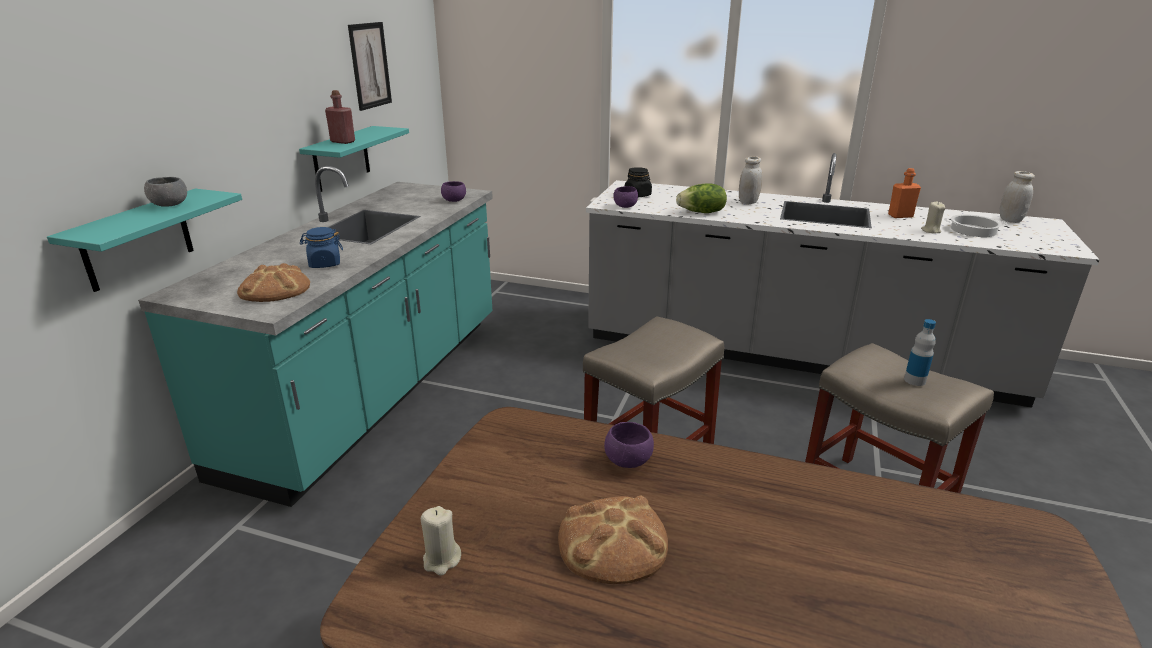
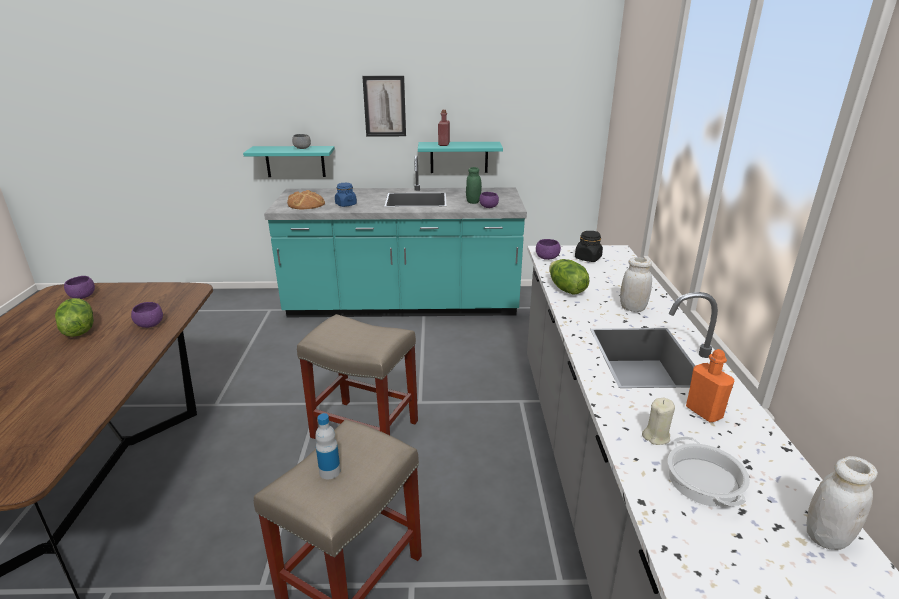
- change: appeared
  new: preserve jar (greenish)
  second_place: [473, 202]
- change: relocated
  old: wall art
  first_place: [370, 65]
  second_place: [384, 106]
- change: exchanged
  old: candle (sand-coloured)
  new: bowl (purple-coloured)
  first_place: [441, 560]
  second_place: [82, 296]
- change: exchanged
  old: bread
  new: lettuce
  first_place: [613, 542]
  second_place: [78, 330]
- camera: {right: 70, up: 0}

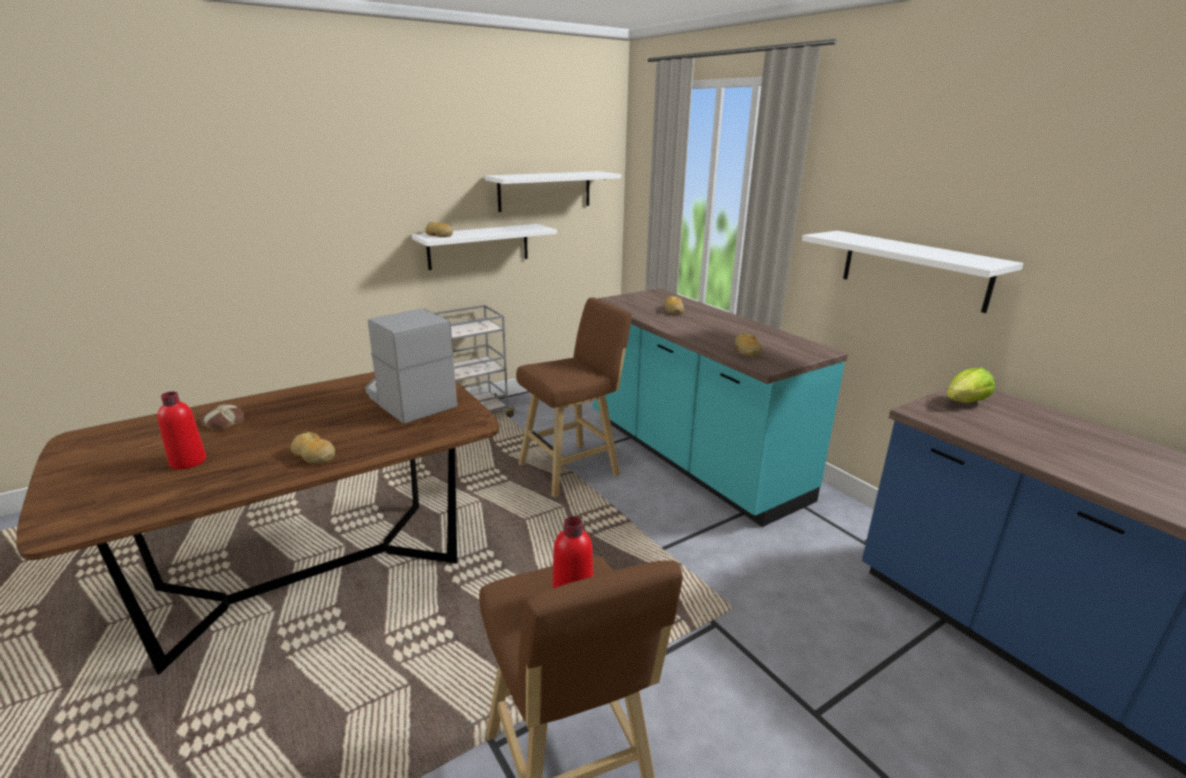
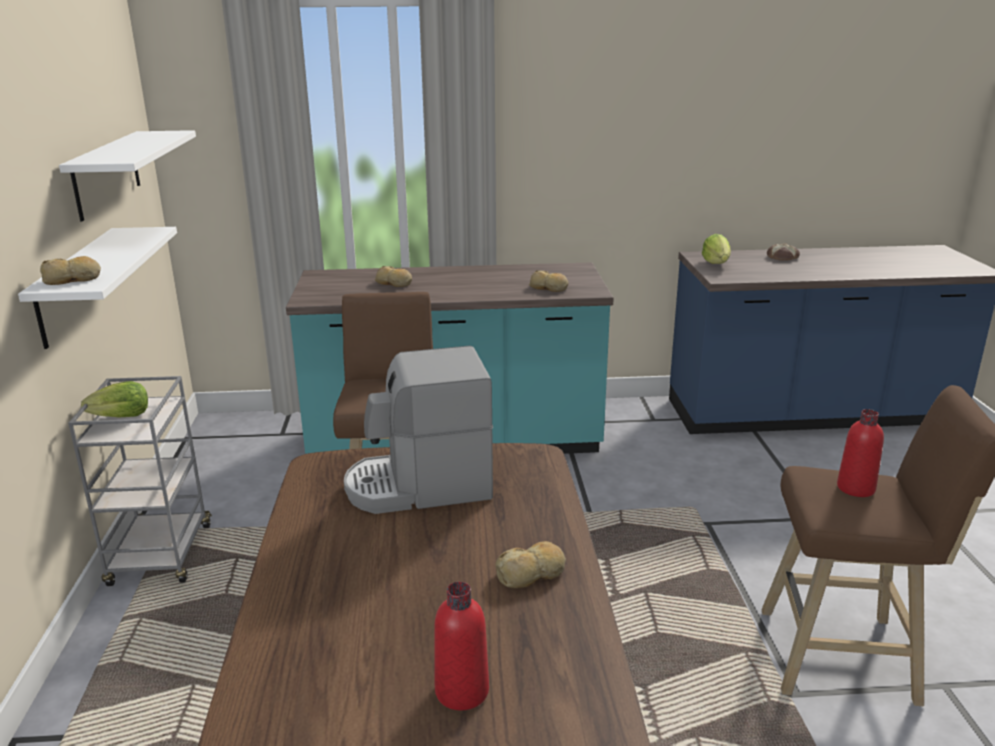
- change: missing
  old: wall shelf (whitish)
  first_place: [914, 269]
- change: appeared
  new: lettuce
  second_place: [122, 417]
- change: relocated
  old: bread
  first_place: [223, 423]
  second_place: [783, 257]
- camera: {right: -60, up: 0}

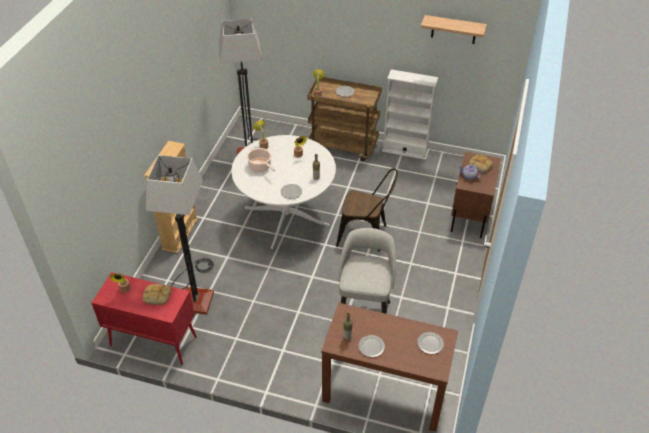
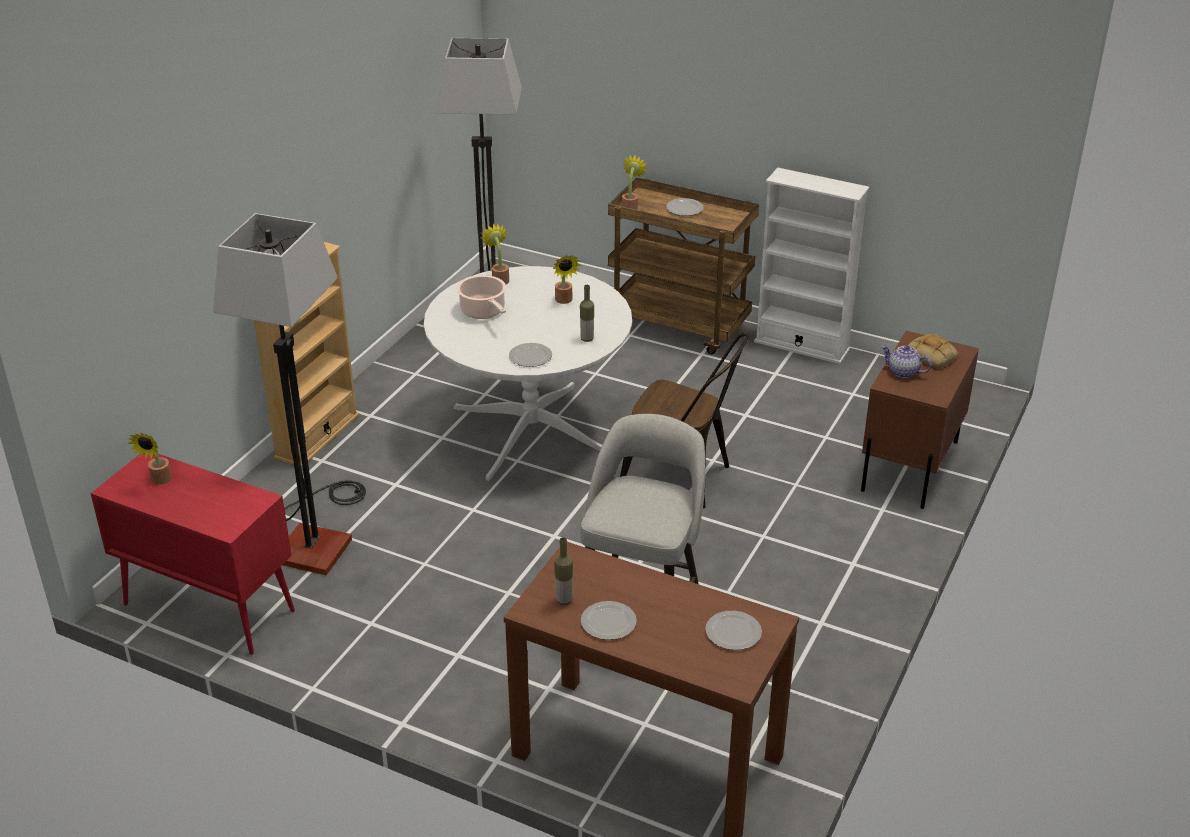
- change: missing
  old: bread
  first_place: [156, 296]
- change: missing
  old: wall shelf
  first_place: [454, 29]
- camera: {right: 10, up: -10}

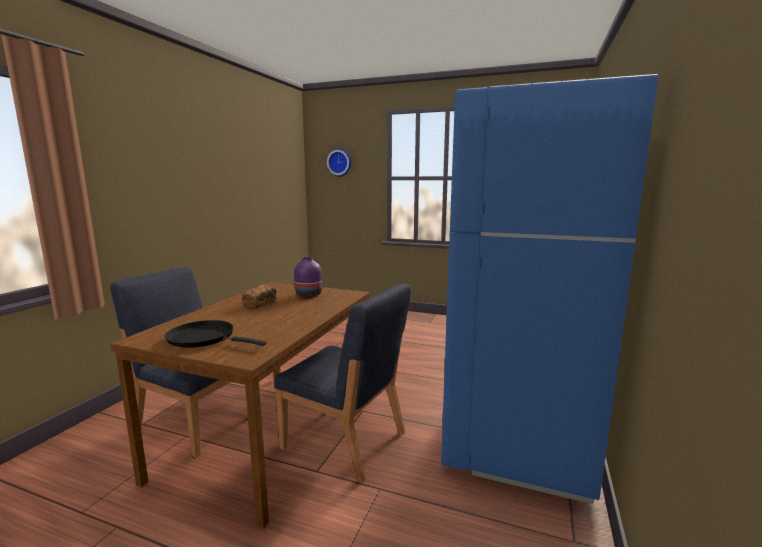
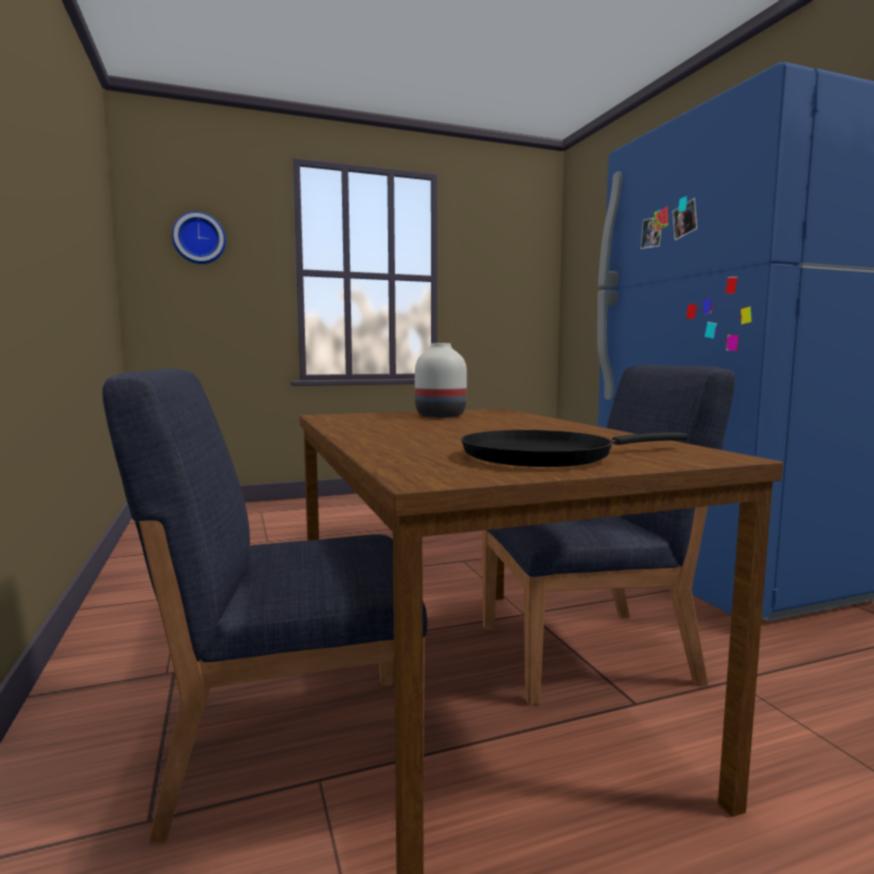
- change: missing
  old: bread
  first_place: [260, 303]
- change: colour
  old: decorative vase (purple-coloured)
  new: decorative vase (whitish)
  first_place: [308, 295]
  second_place: [441, 416]
- camera: {right: -40, up: -5}

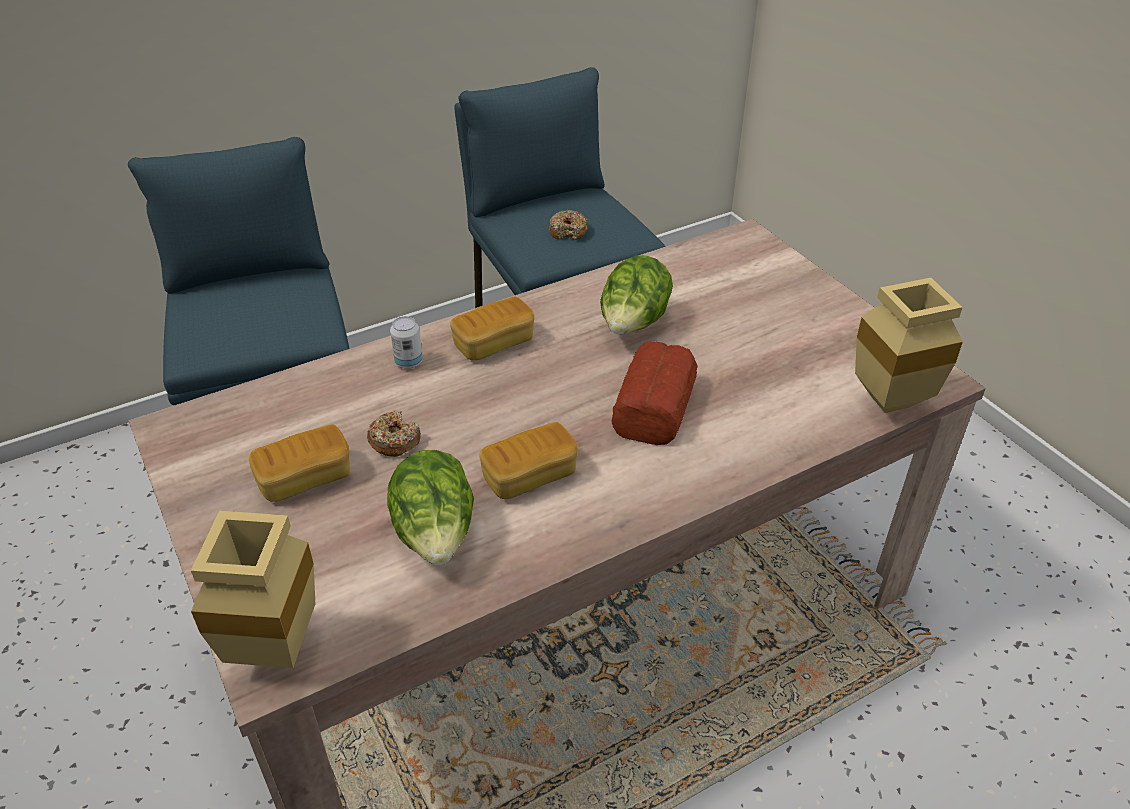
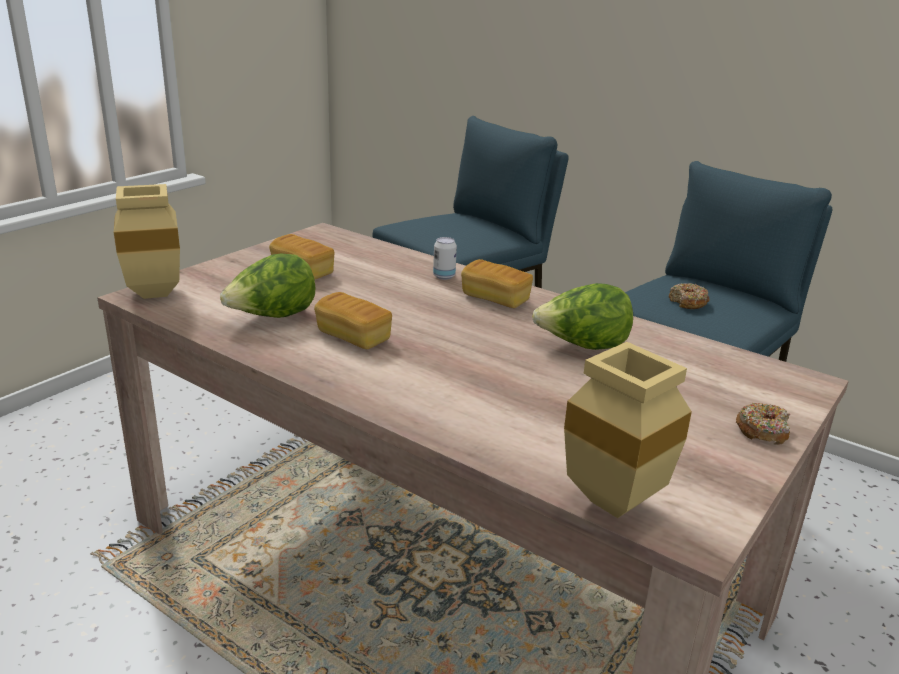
- change: missing
  old: bread
  first_place: [653, 406]
- change: relocated
  old: donut
  first_place: [394, 441]
  second_place: [762, 431]
- camera: {right: 65, up: -15}

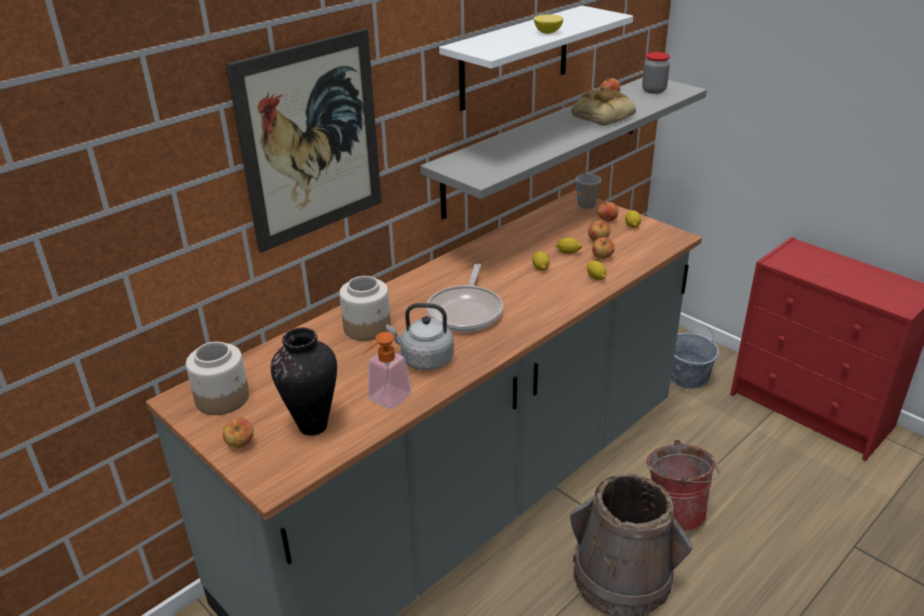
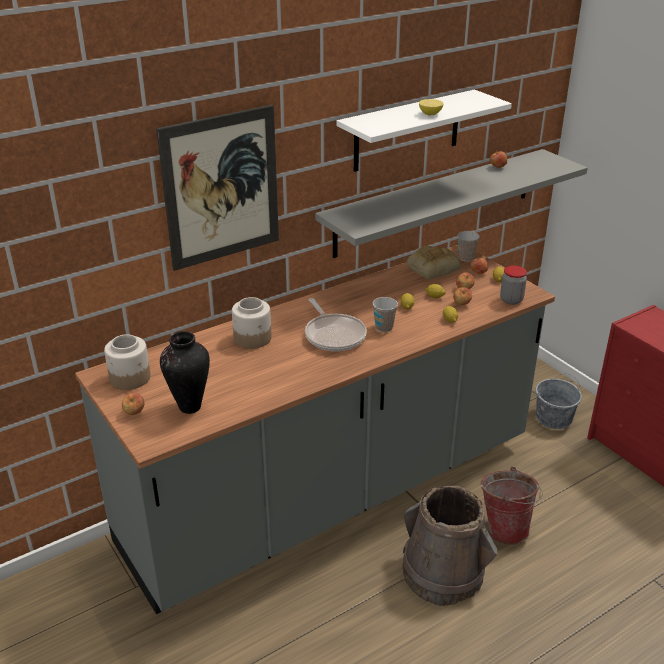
- change: missing
  old: liquid soap bottle
  first_place: [385, 401]
- change: missing
  old: tea kettle (gray)
  first_place: [424, 359]
- change: appeared
  new: cup
  second_place: [384, 328]
- change: relocated
  old: bread
  first_place: [602, 115]
  second_place: [433, 267]
- change: relocated
  old: preserve jar
  first_place: [654, 90]
  second_place: [511, 300]
- change: spun
  old: frying pan
  first_place: [466, 311]
  second_place: [334, 335]
  degrees: -45
- camera: {right: 10, up: 0}

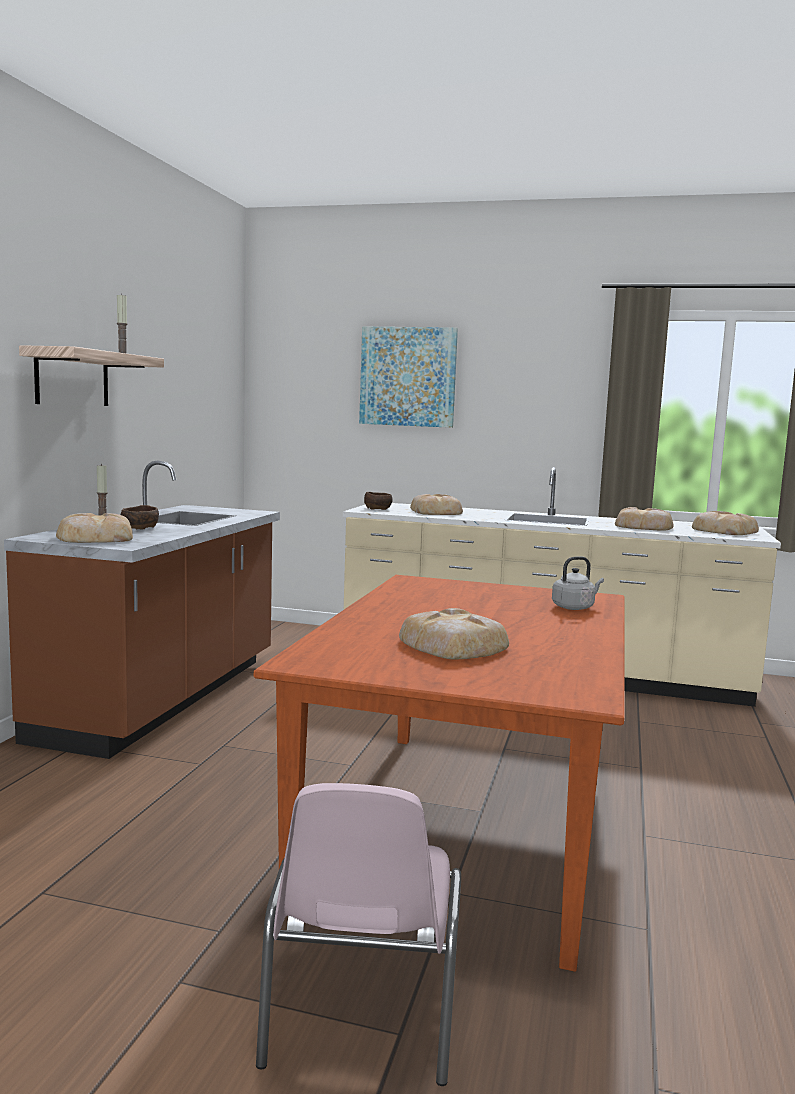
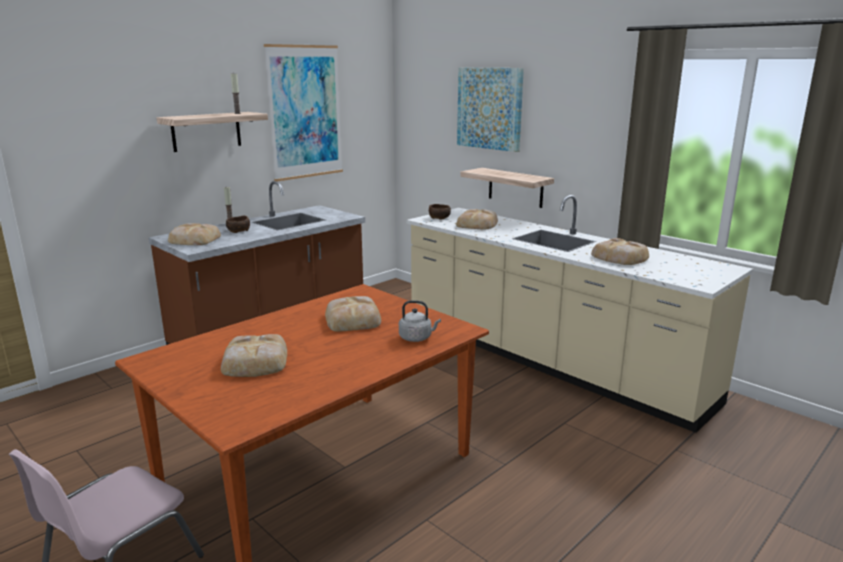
- change: appeared
  new: wall art
  second_place: [305, 112]
- change: appeared
  new: wall shelf
  second_place: [515, 187]
- change: relocated
  old: bread
  first_place: [723, 531]
  second_place: [353, 319]
- camera: {right: 30, up: 10}

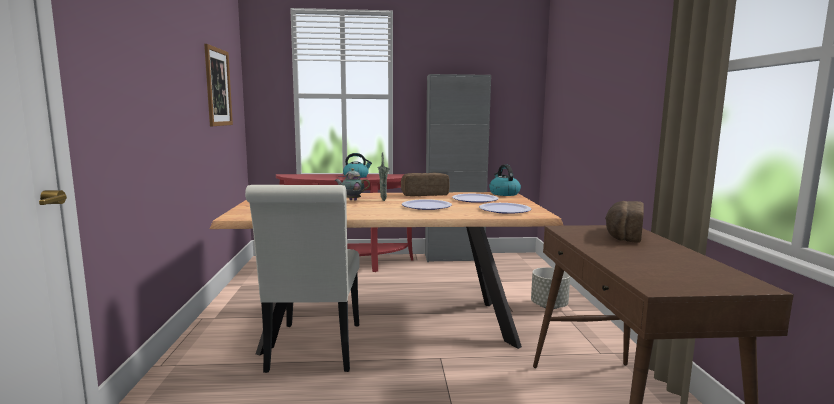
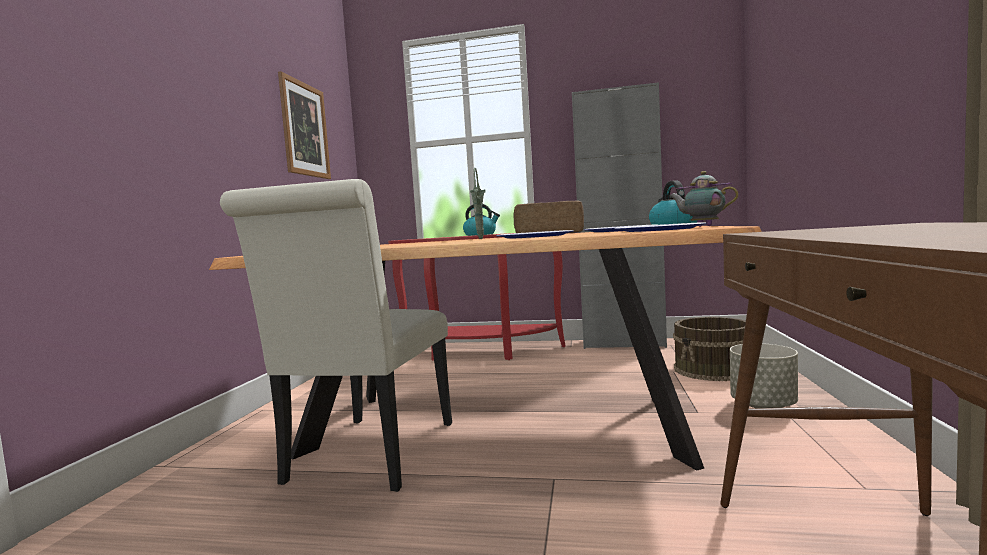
- change: missing
  old: bread
  first_place: [622, 235]
- change: appeared
  new: pail (brown-coloured)
  second_place: [714, 370]
- change: relocated
  old: teapot
  first_place: [352, 200]
  second_place: [702, 226]
- camera: {right: 15, up: -5}

